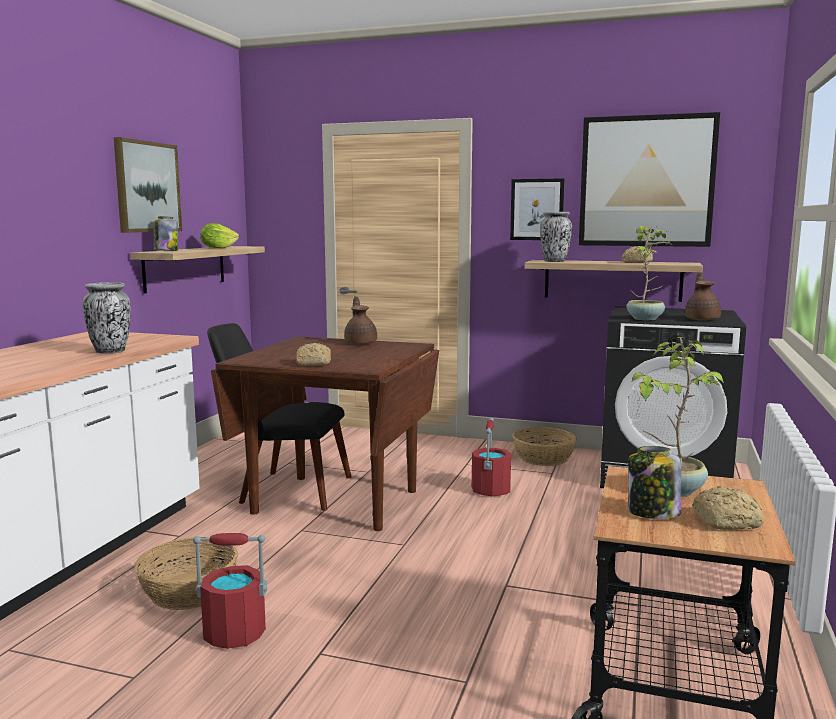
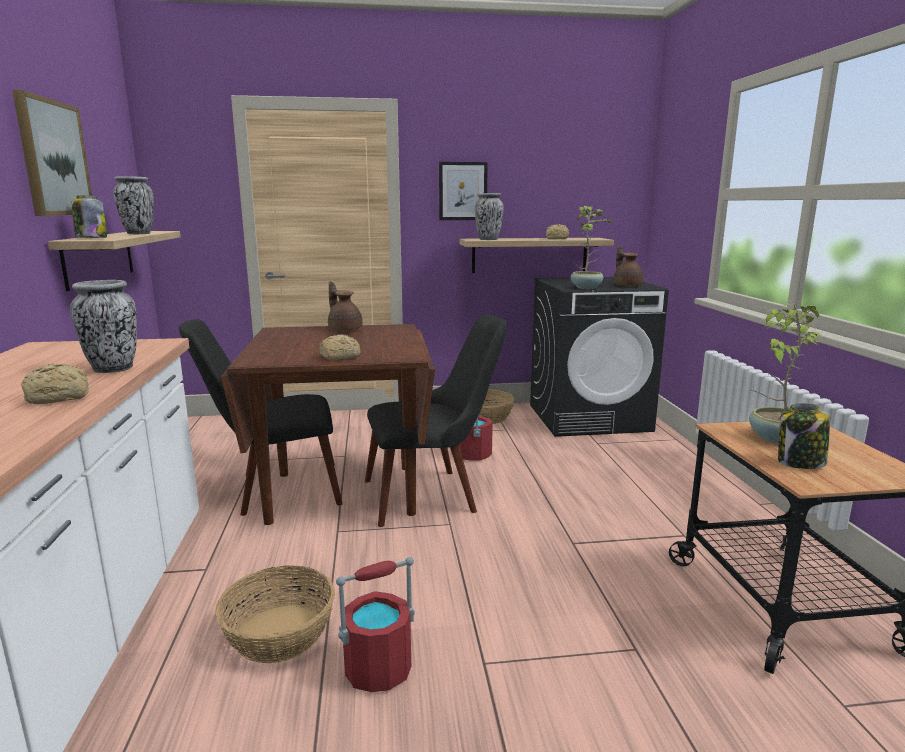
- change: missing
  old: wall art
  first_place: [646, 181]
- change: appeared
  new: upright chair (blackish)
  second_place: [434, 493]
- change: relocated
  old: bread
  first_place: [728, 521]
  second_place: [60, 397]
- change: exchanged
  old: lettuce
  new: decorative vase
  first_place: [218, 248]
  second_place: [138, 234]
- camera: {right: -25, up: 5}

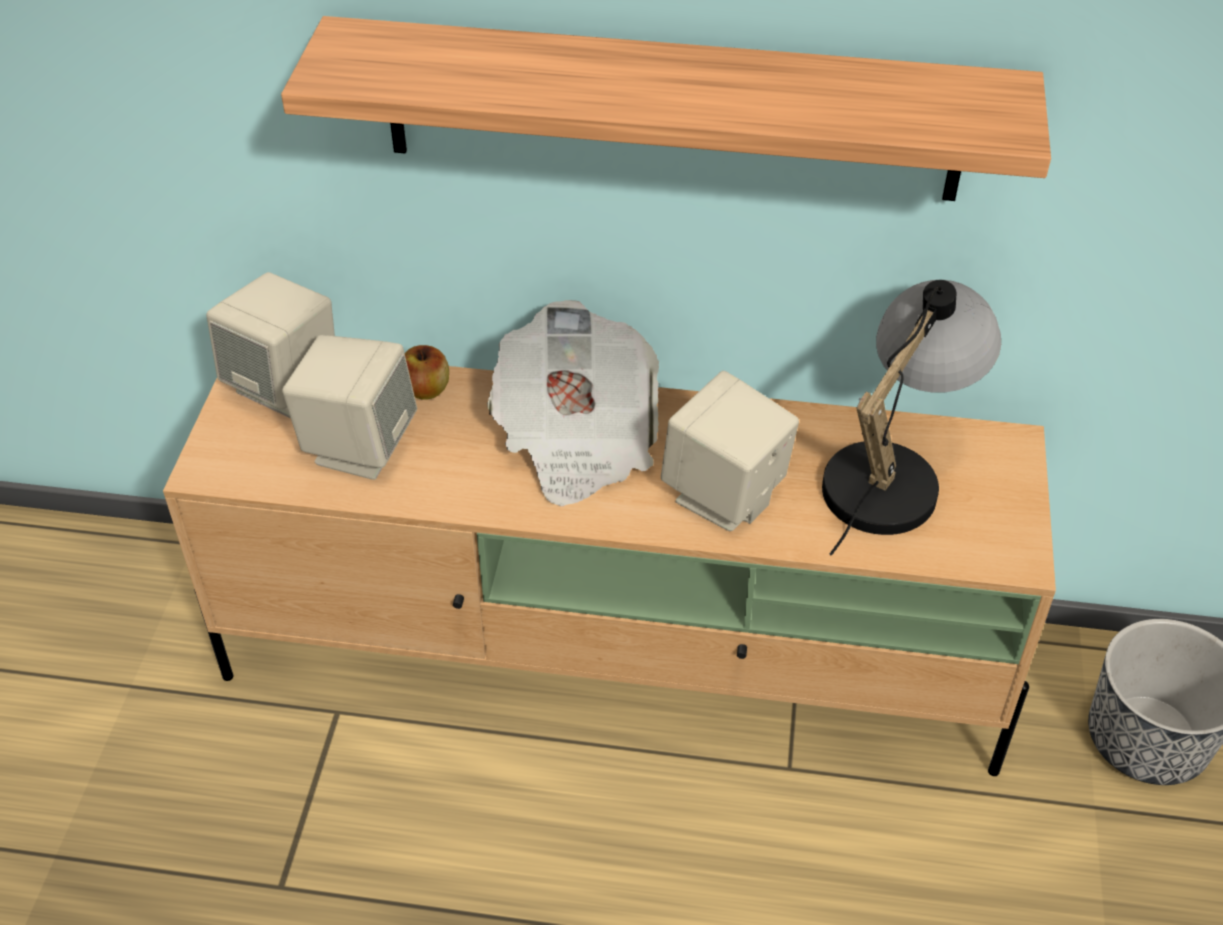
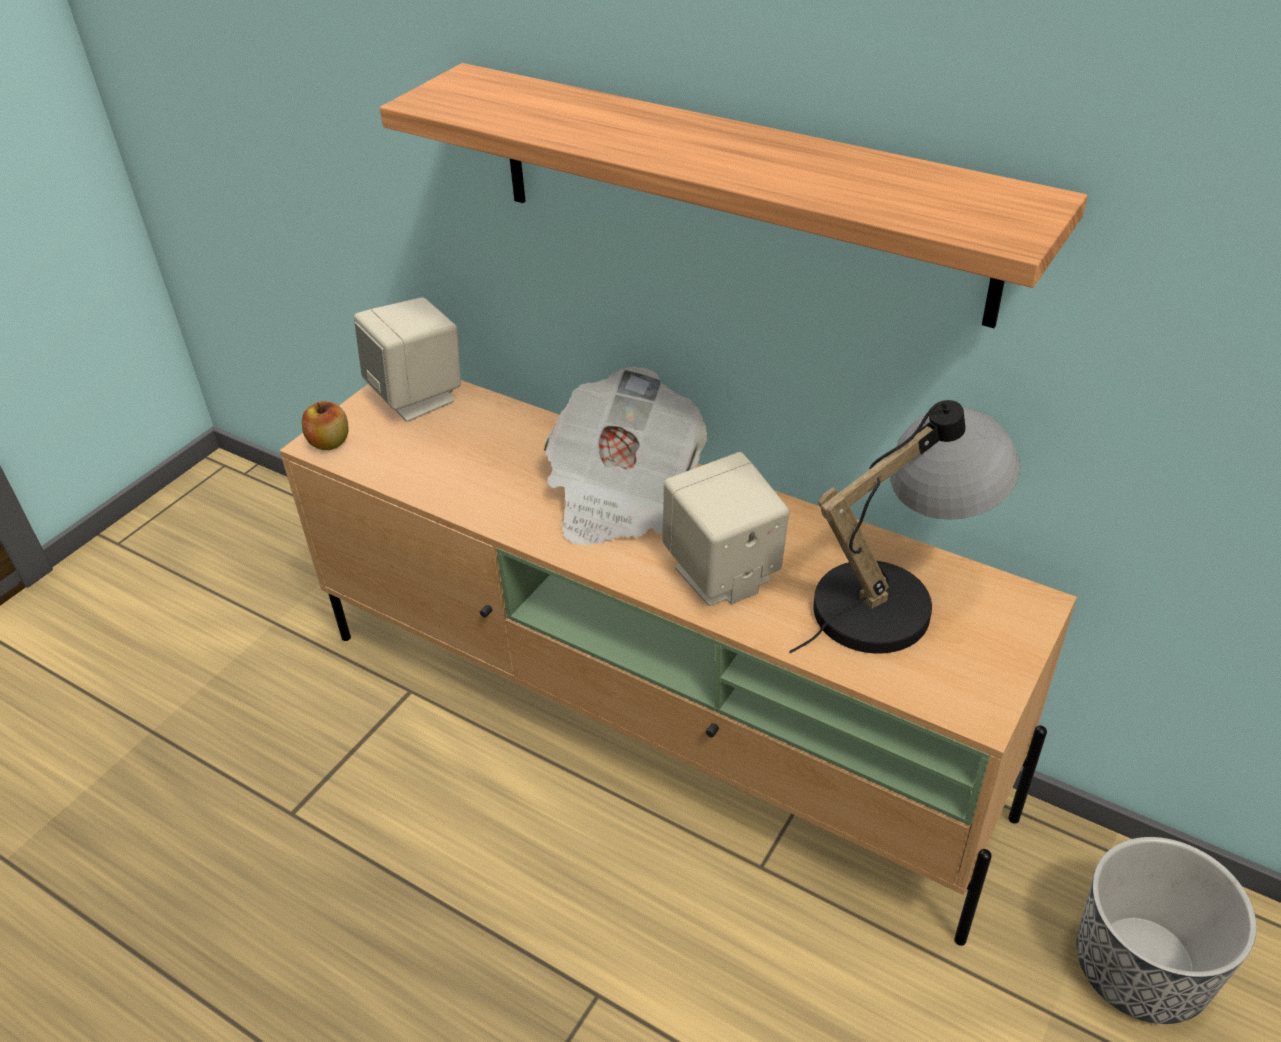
- change: missing
  old: loudspeaker (sand-coloured)
  first_place: [359, 446]
- change: relocated
  old: apple fruit
  first_place: [426, 389]
  second_place: [329, 442]
- camera: {right: 25, up: -5}

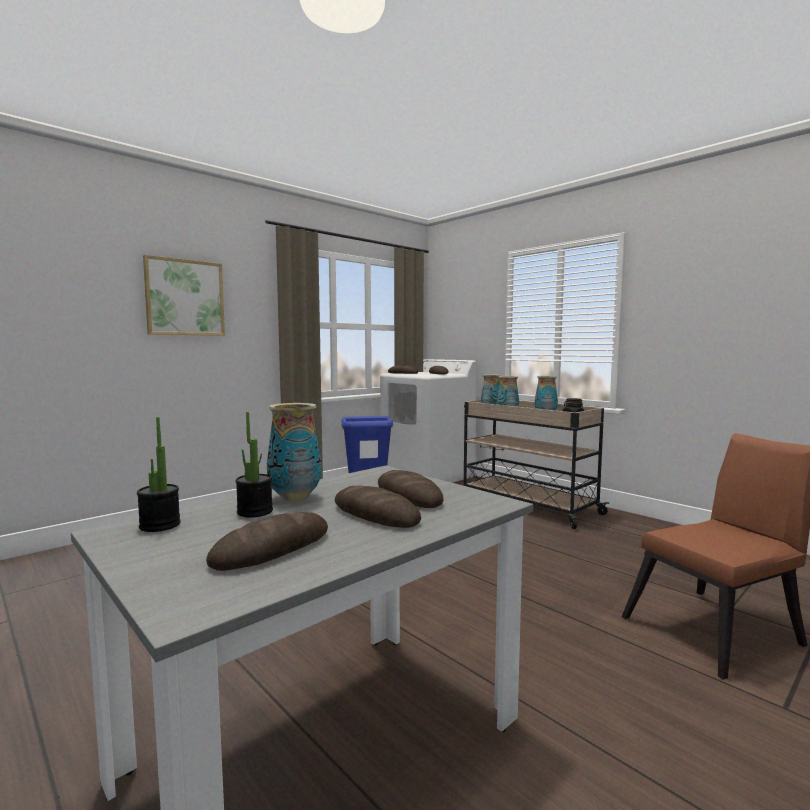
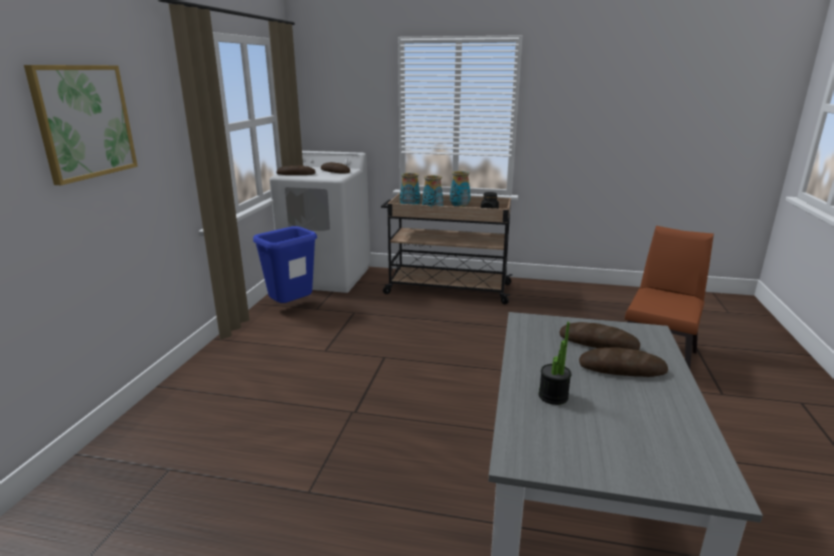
- change: missing
  old: plant in a pot
  first_place: [160, 525]
- change: missing
  old: bread
  first_place: [272, 549]
- change: missing
  old: decorative vase
  first_place: [294, 497]
- camera: {right: -35, up: 15}

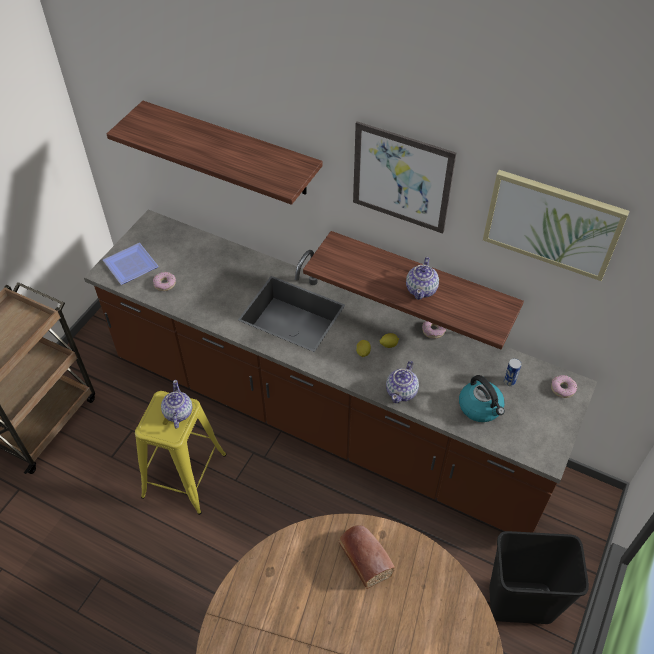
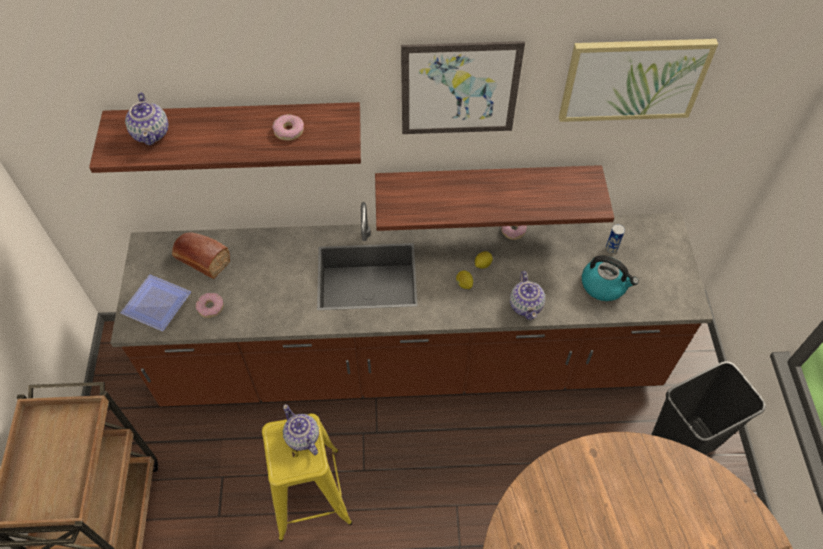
- change: relocated
  old: bread
  first_place: [363, 558]
  second_place: [200, 259]
- change: relocated
  old: teapot
  first_place: [421, 289]
  second_place: [151, 133]
- change: relocated
  old: donut
  first_place: [562, 388]
  second_place: [289, 131]
- camera: {right: -30, up: 5}

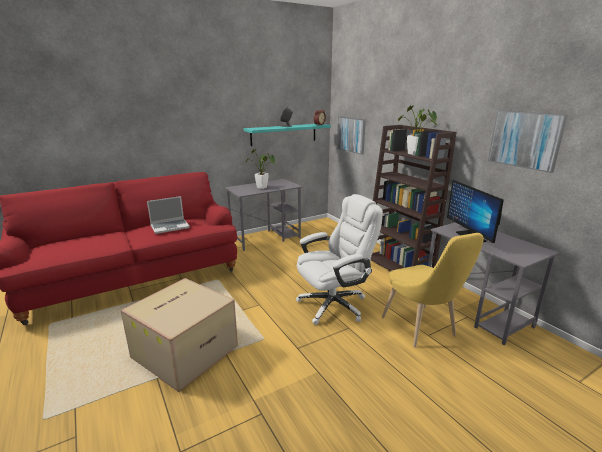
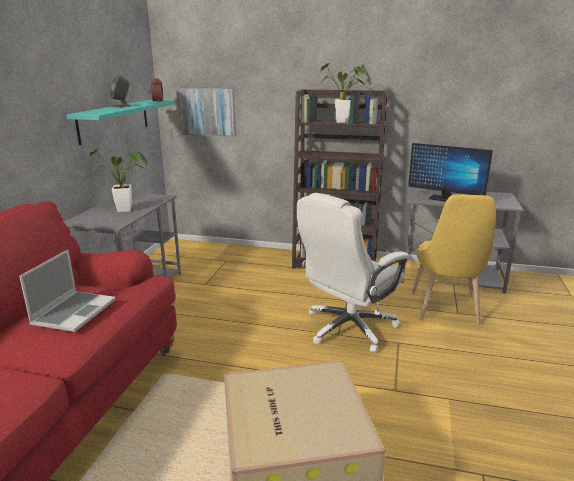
- change: missing
  old: wall art
  first_place: [525, 140]
- change: spun
  old: computer chair (whitish)
  first_place: [334, 305]
  second_place: [348, 328]
  degrees: -150
- change: spun
  old: upright chair (yellow)
  first_place: [421, 329]
  second_place: [445, 311]
  degrees: 75
- camera: {right: -45, up: 0}

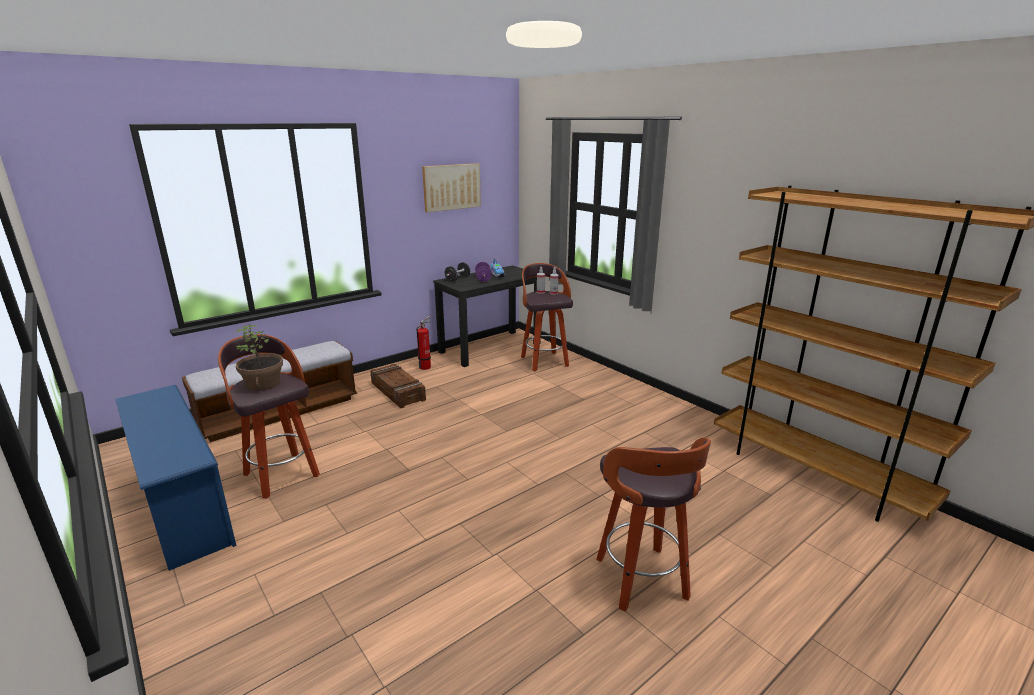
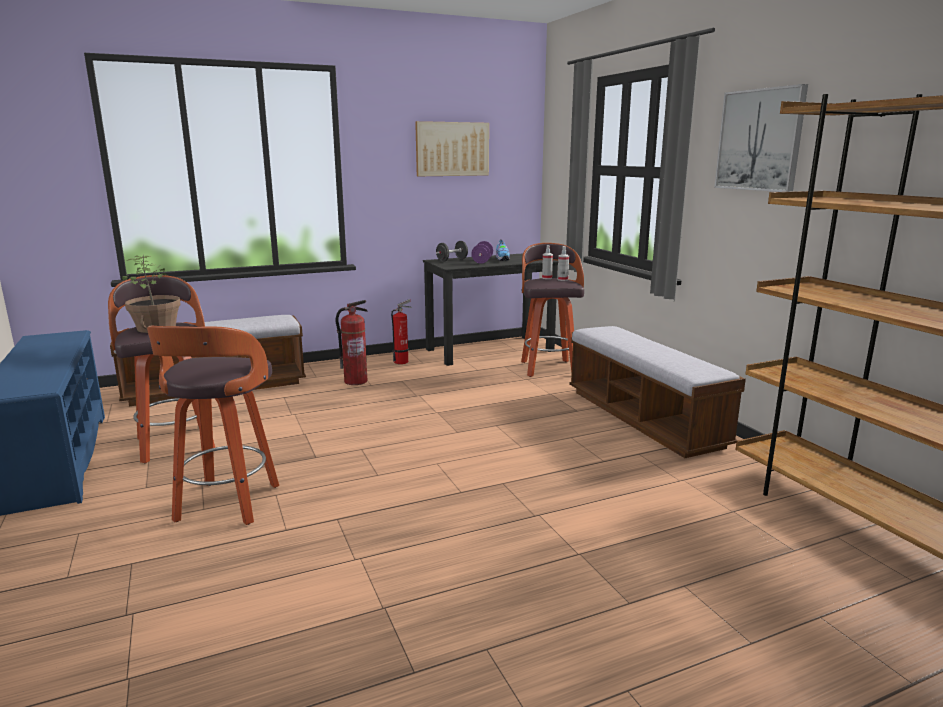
- change: appeared
  new: indoor bench
  second_place: [643, 418]
- change: appeared
  new: wall art
  second_place: [759, 140]
- change: relocated
  old: stool
  first_place: [642, 580]
  second_place: [227, 505]
- change: exchanged
  old: packing crate
  new: fire extinguisher
  first_place: [398, 391]
  second_place: [355, 381]
- camera: {right: 15, up: -5}

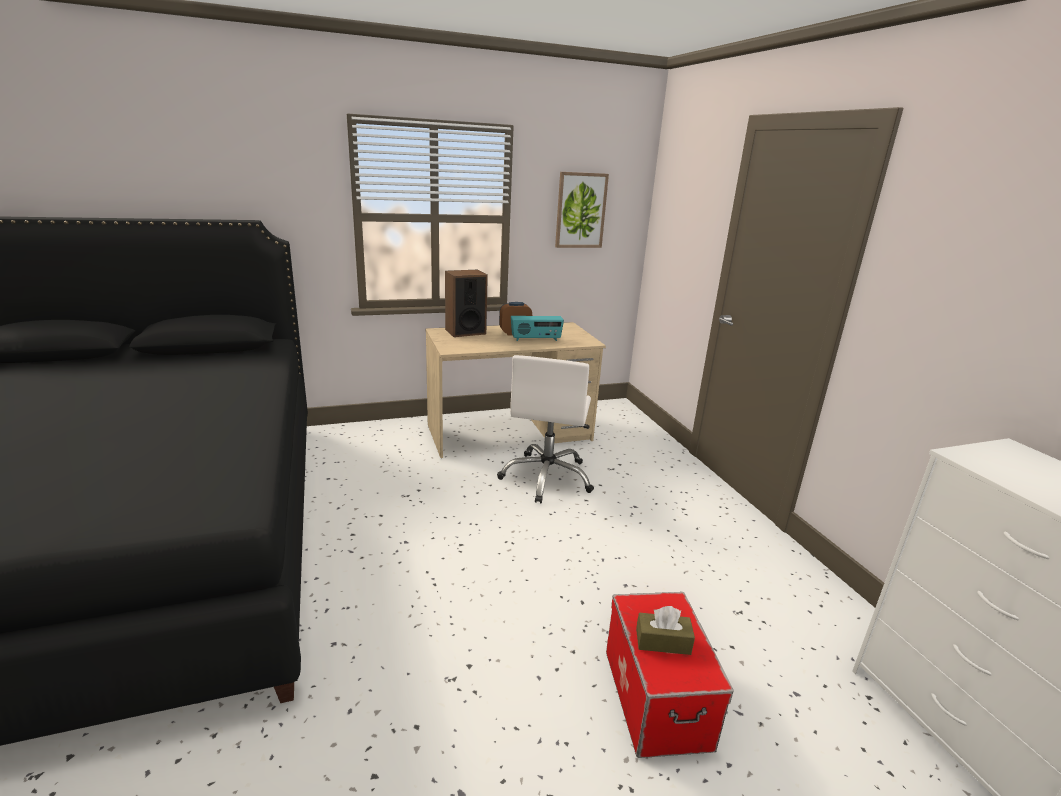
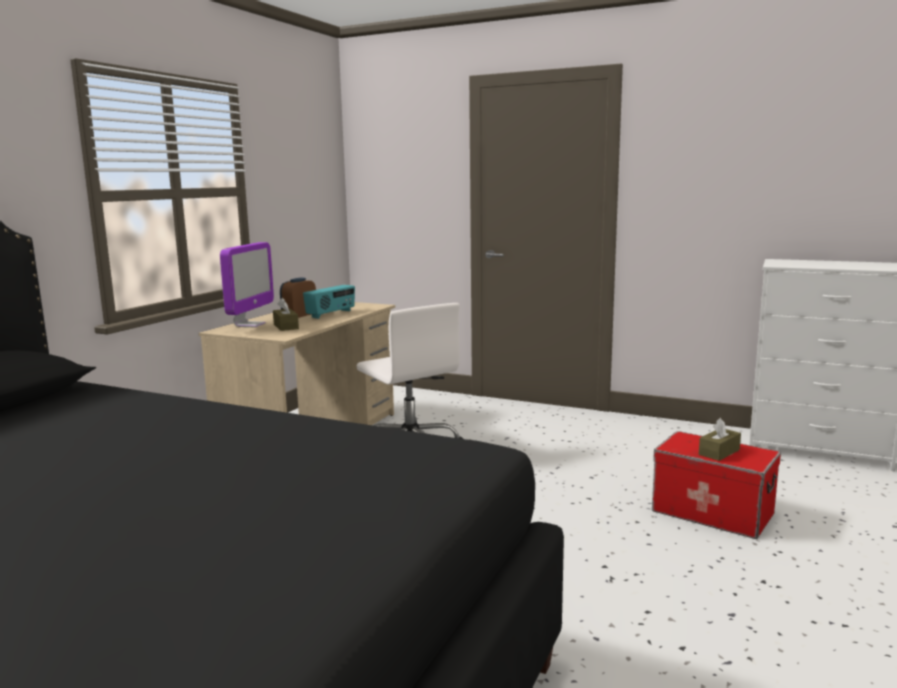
- change: missing
  old: wall art
  first_place: [580, 210]
- change: appeared
  new: tissue box (brown-coloured)
  second_place: [286, 326]
- change: exchanged
  old: loudspeaker
  new: monitor
  first_place: [465, 332]
  second_place: [250, 325]
- camera: {right: -45, up: -10}

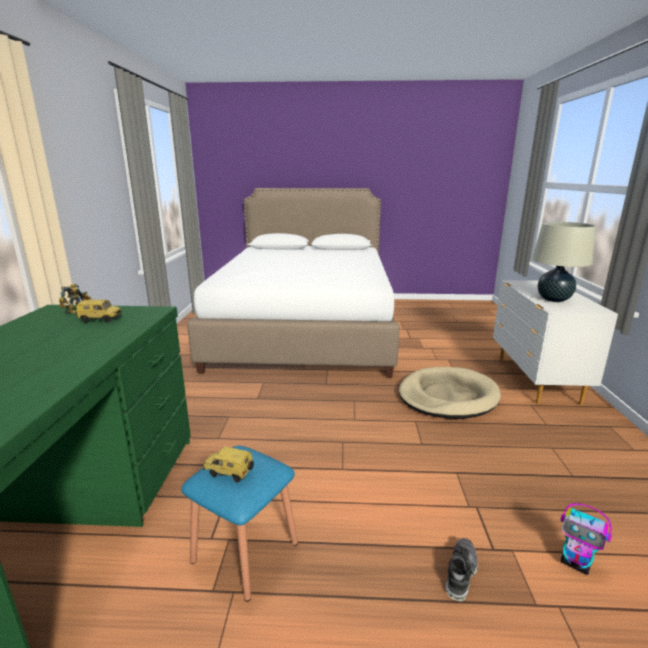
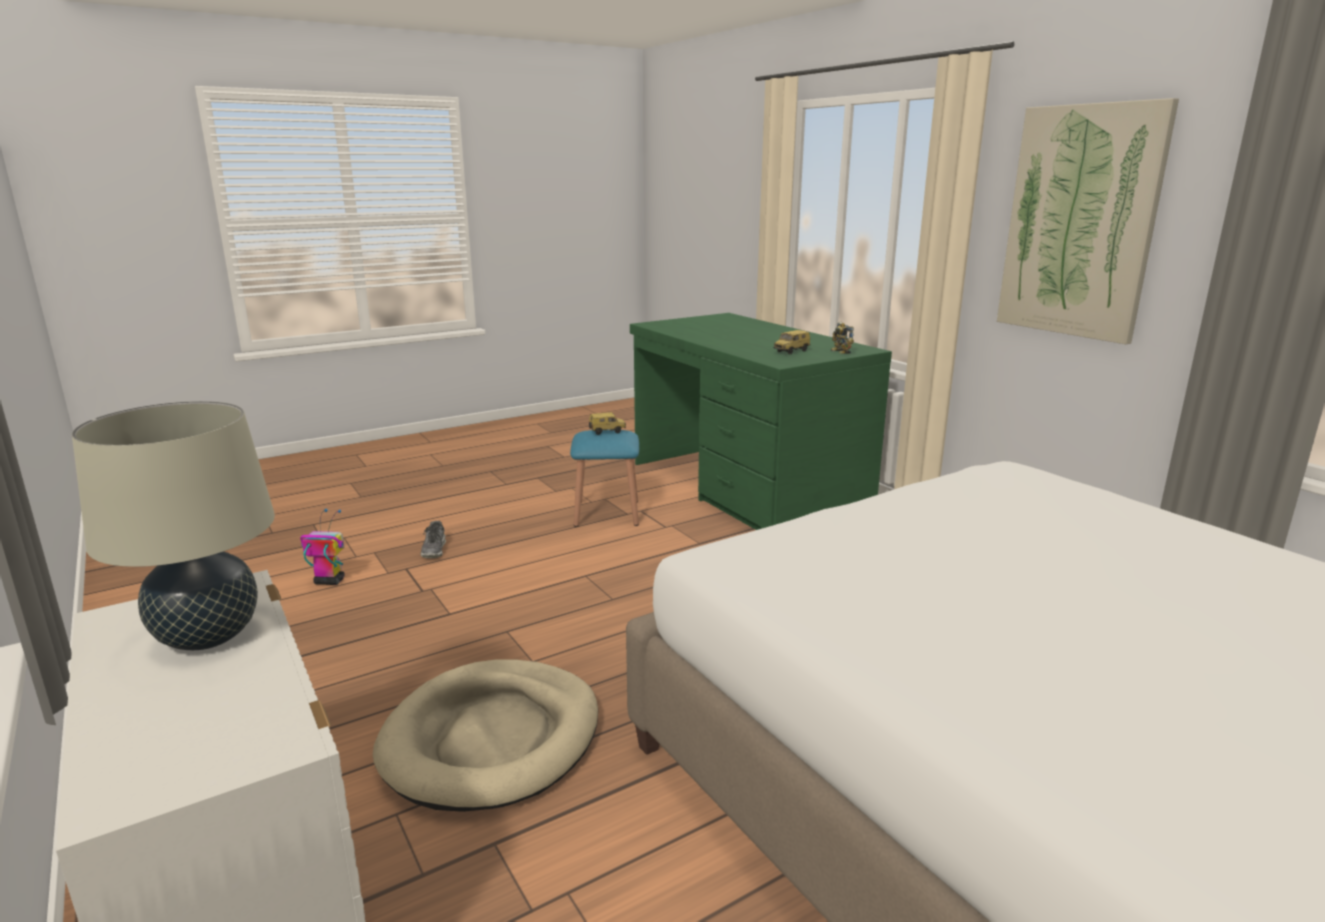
- change: appeared
  new: wall art
  second_place: [1080, 222]
- camera: {right: 145, up: 0}

